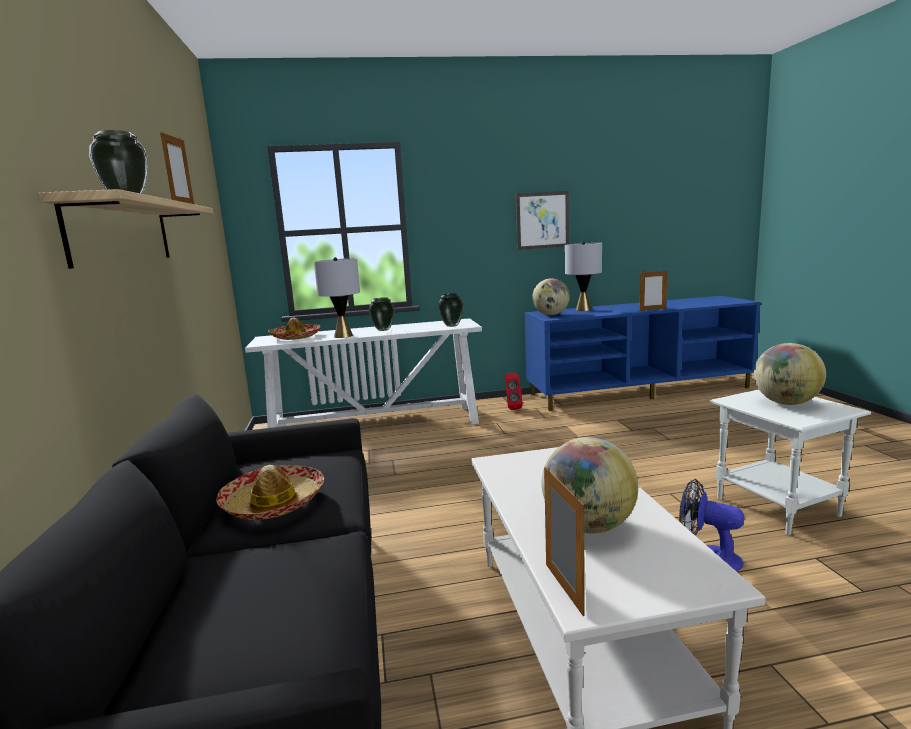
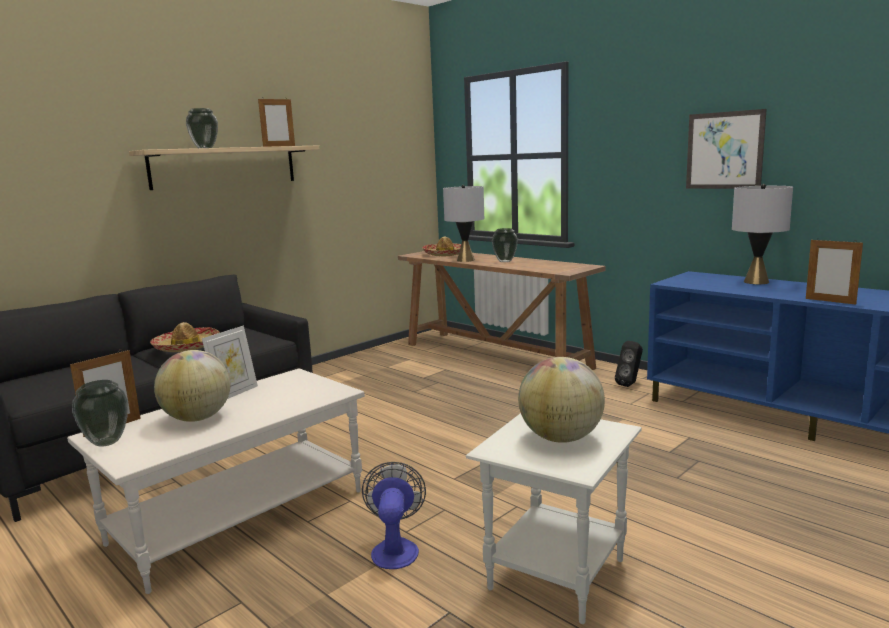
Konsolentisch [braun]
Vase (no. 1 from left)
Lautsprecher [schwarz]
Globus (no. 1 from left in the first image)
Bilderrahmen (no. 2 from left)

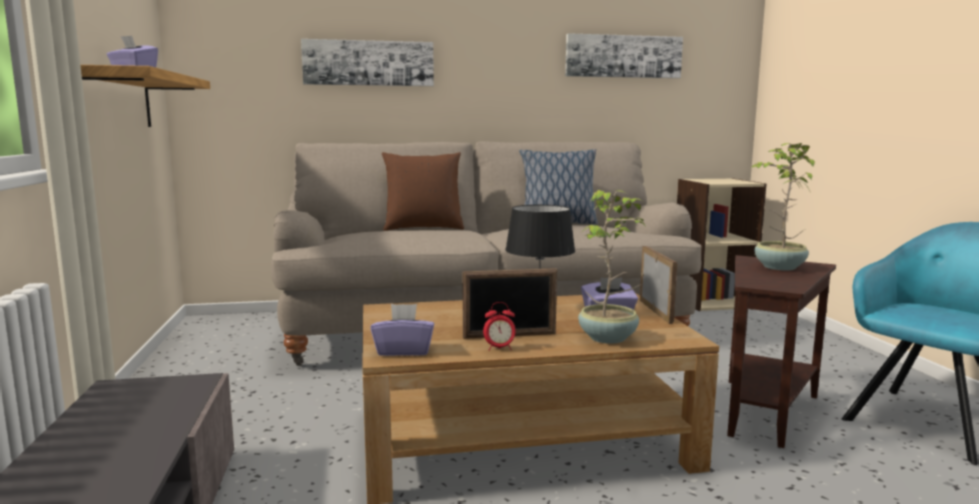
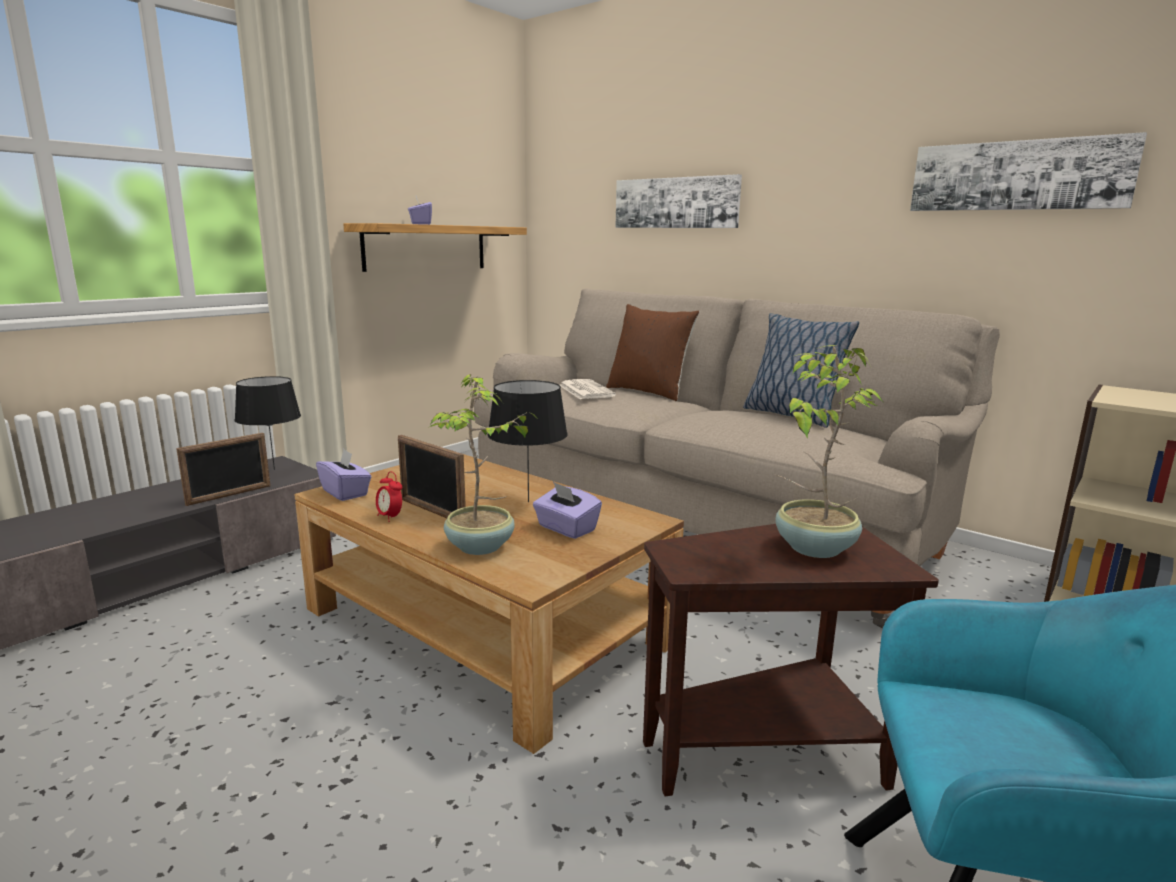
Bilderrahmen (no. 1 from left)
Tischlampe [schwarz] (no. 1 from left)
Zeitung

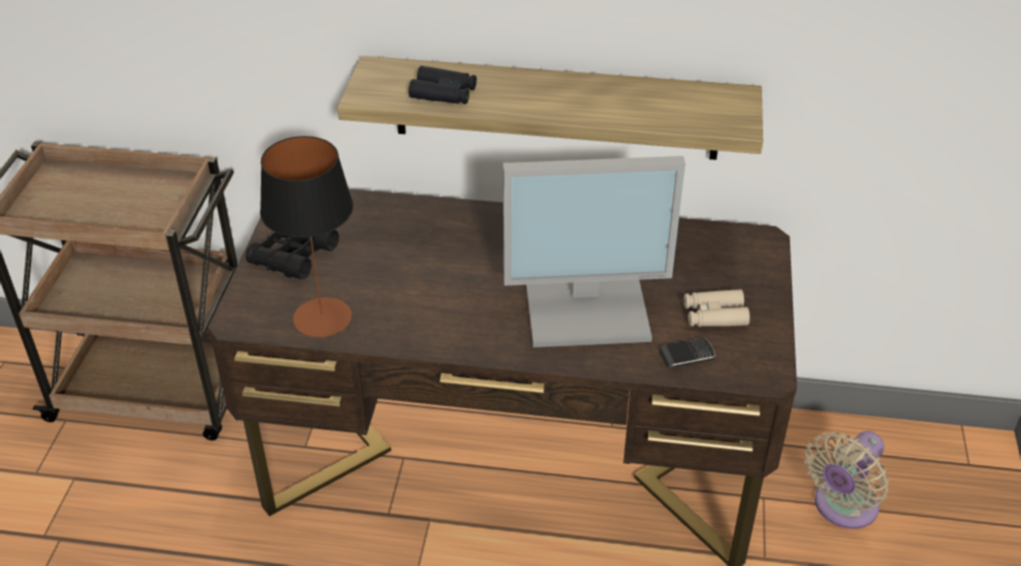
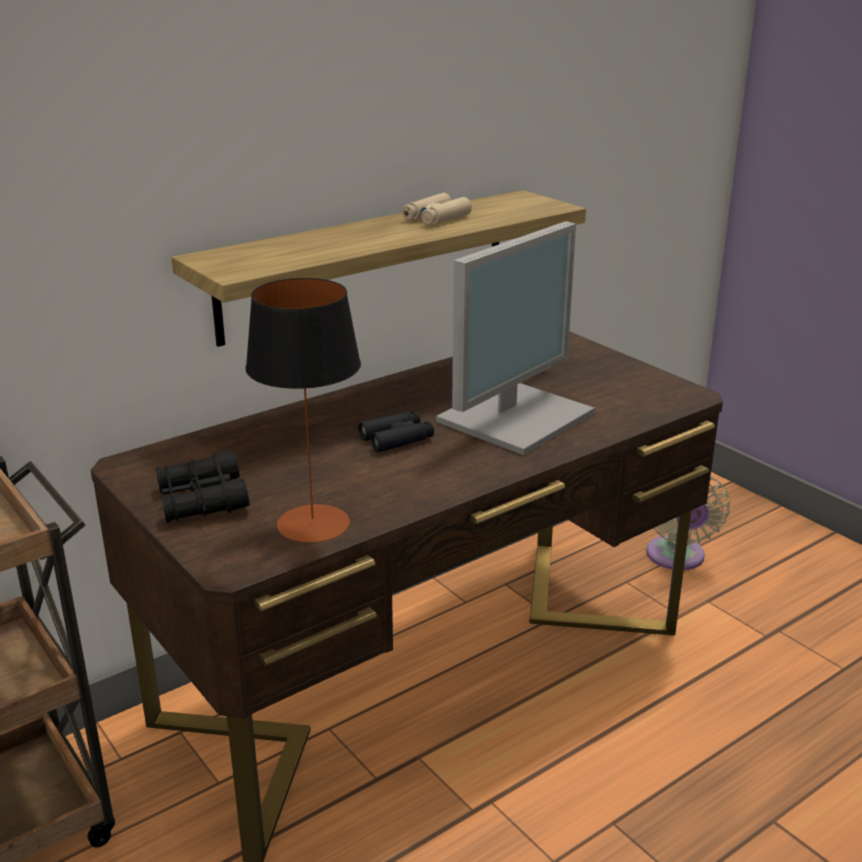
Fernglas [schwarz] (no. 2 from left)
Handy
Fernglas [beige]

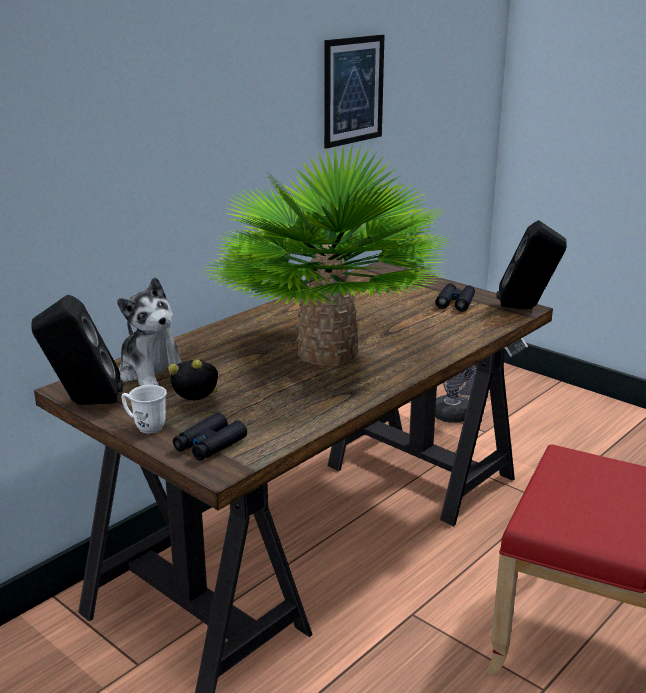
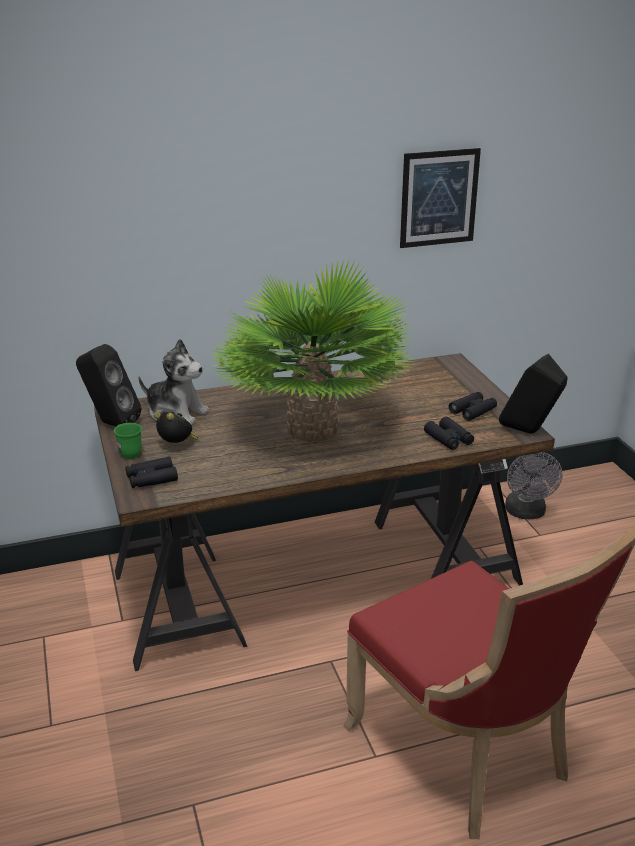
Plüschtier
Henkelbecher [grün]
Fernglas [schwarz] (no. 2 from left)

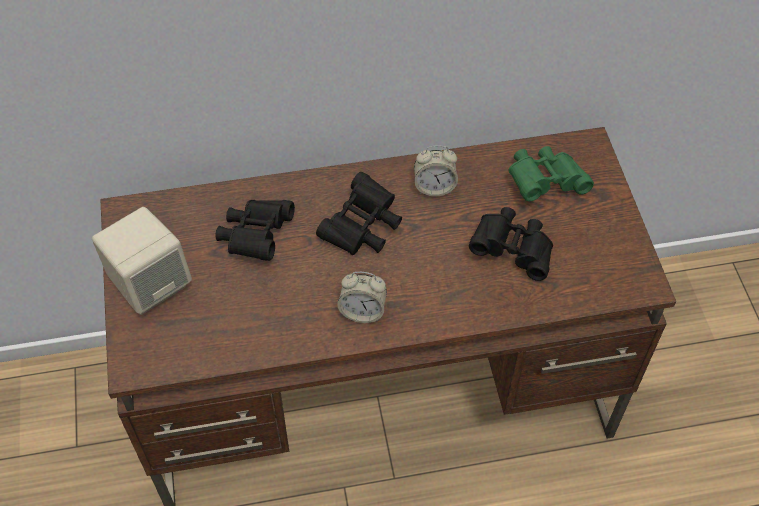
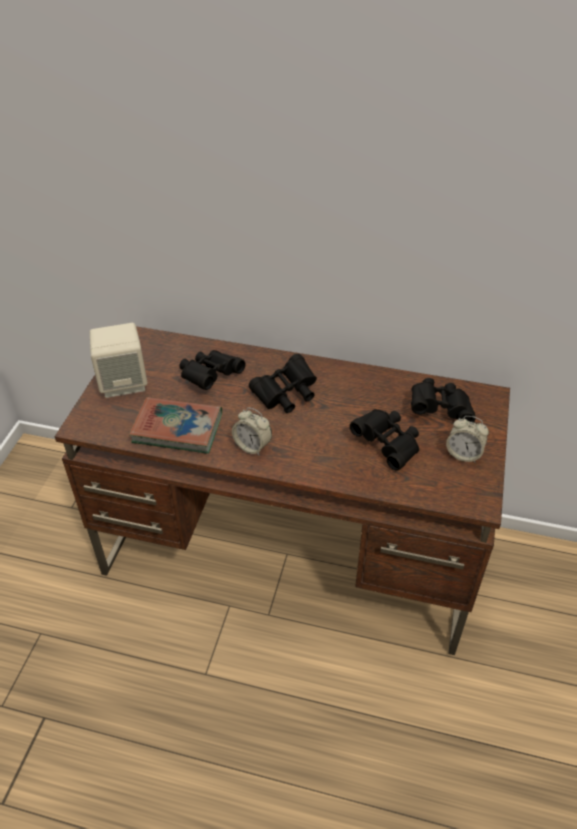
Wecker (no. 2 from left)
Fernglas [schwarz] (no. 4 from left)
Buch

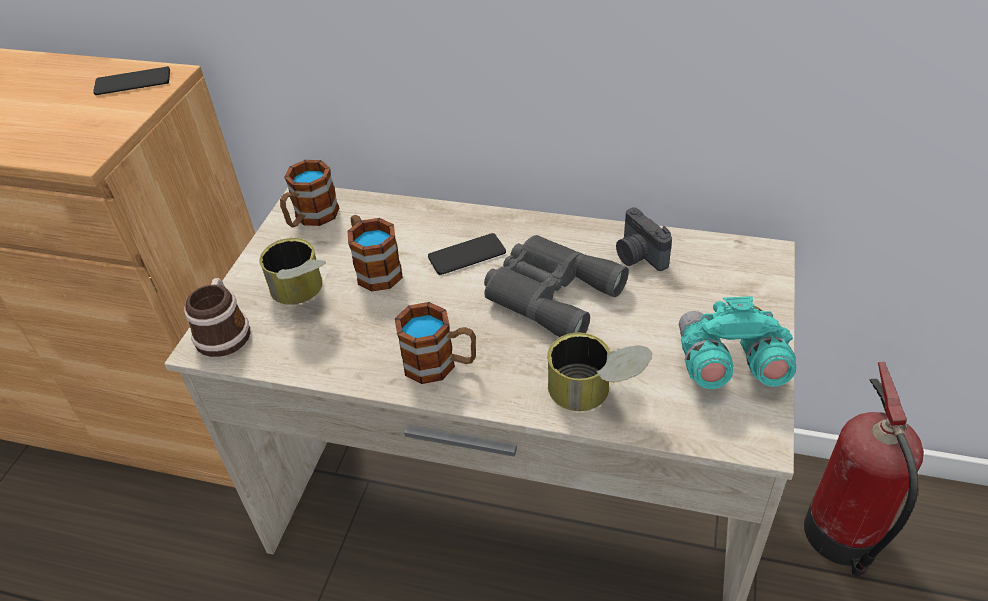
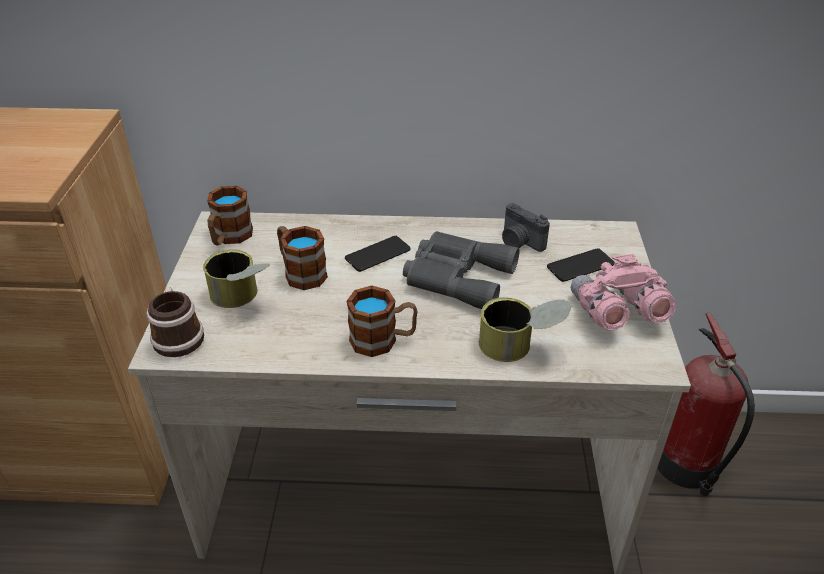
Handy (no. 2 from left)
Fernglas [rosa]

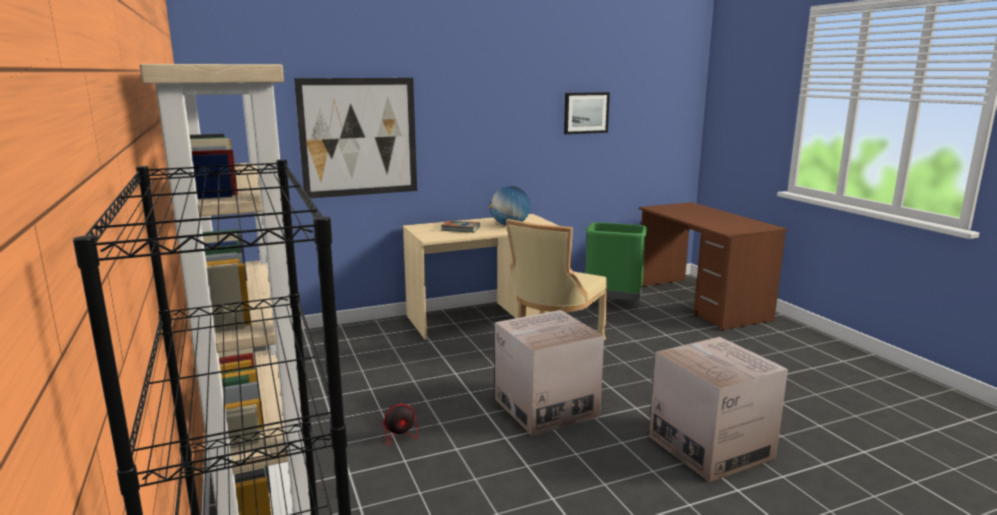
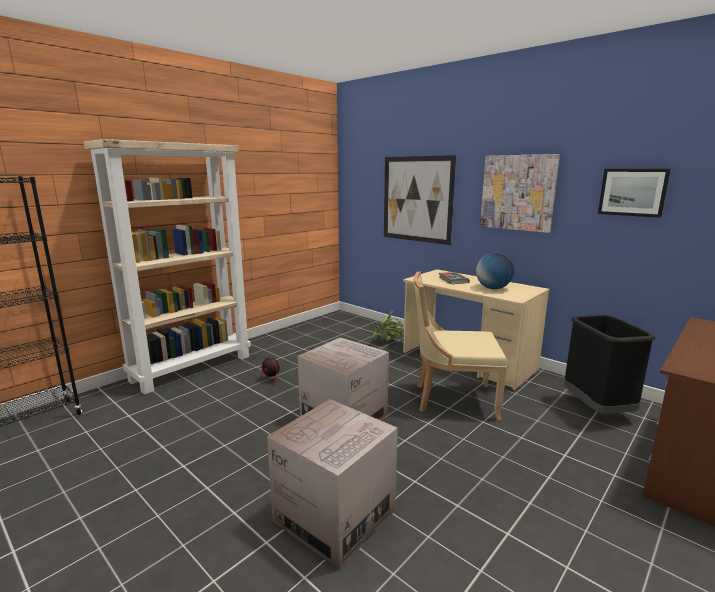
Mülleimer [schwarz]
Topfpflanze
Bild (no. 2 from left)

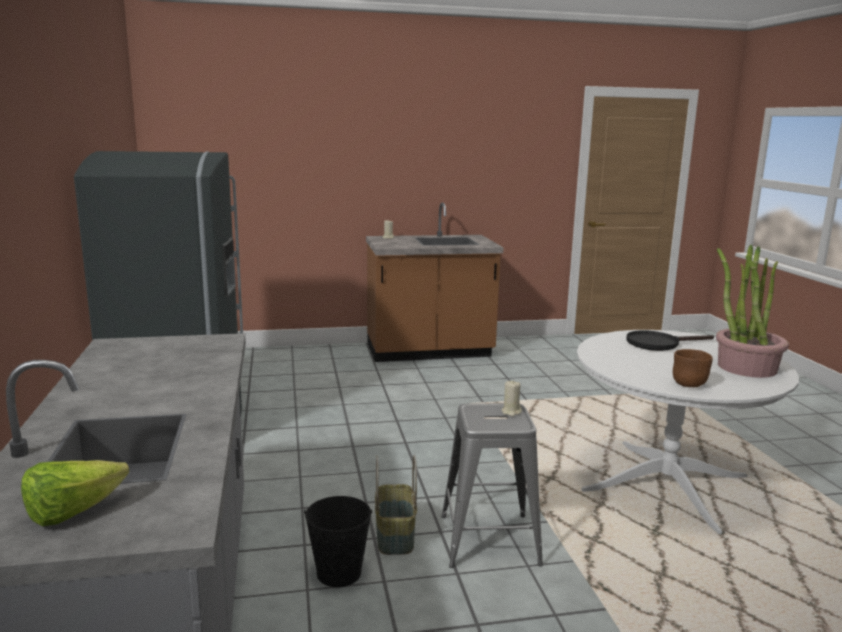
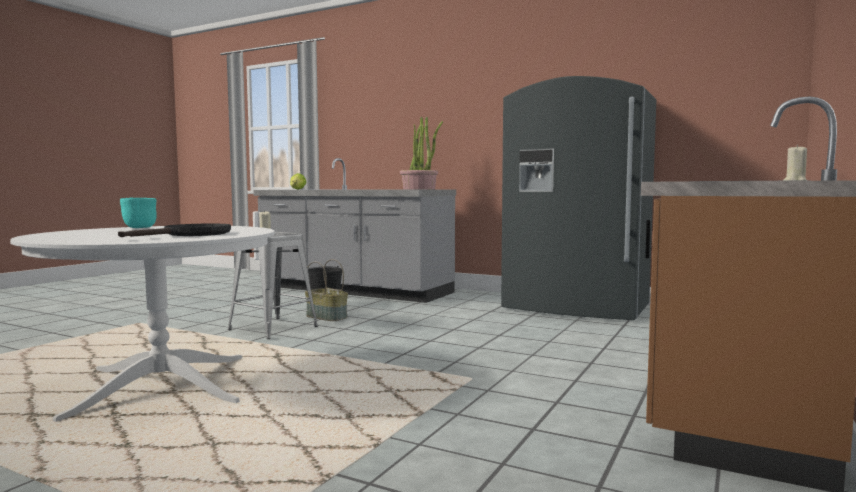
Schüssel [türkis]
Topfpflanze

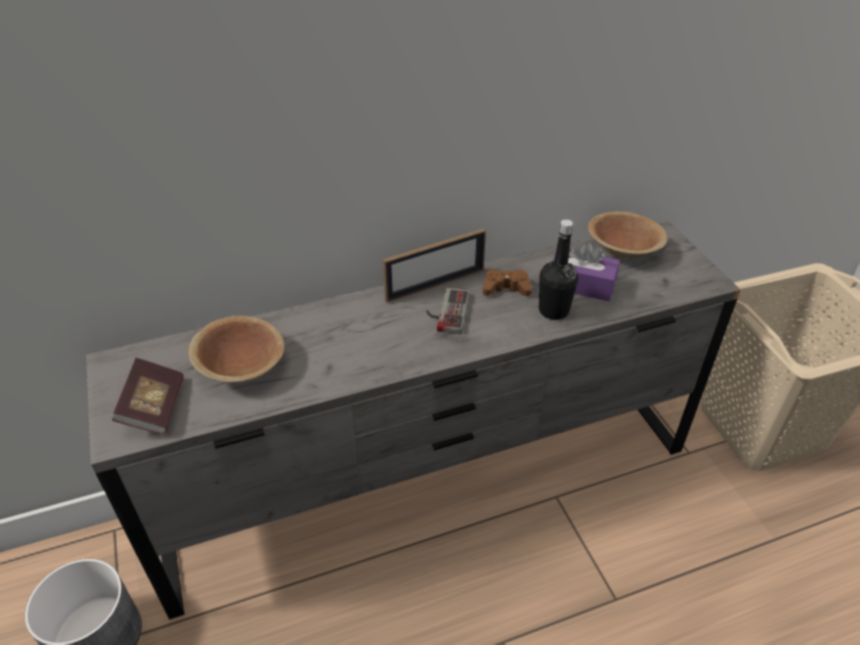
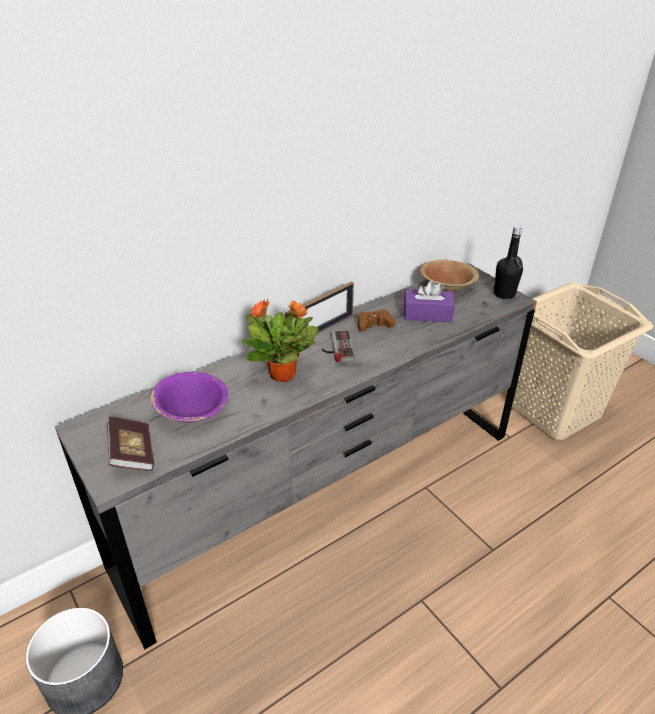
Schüssel [lila]
Flasche [schwarz]
Topfpflanze

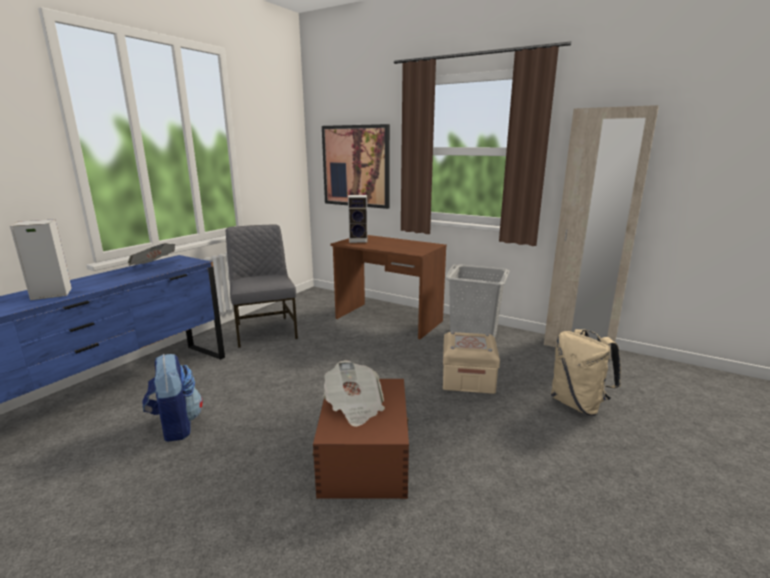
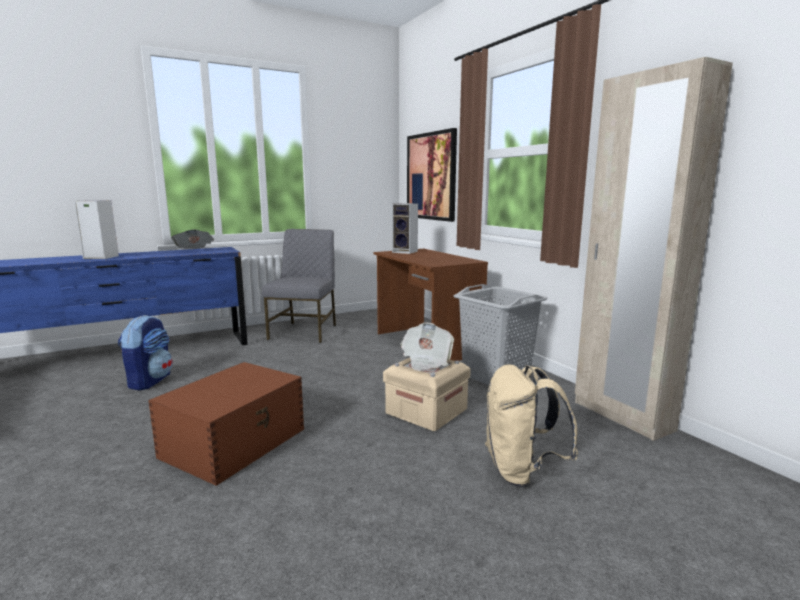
Zeitung (no. 2 from left)

